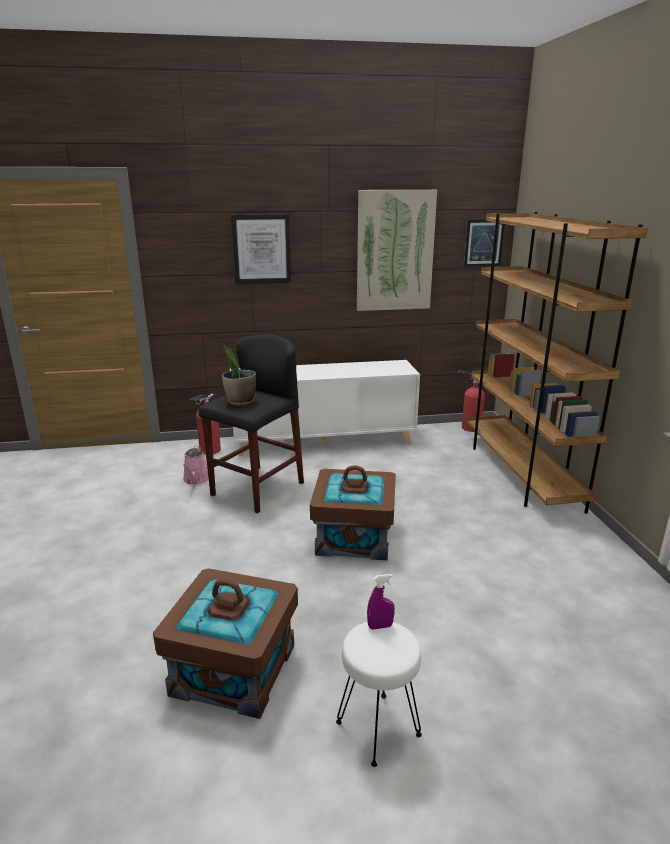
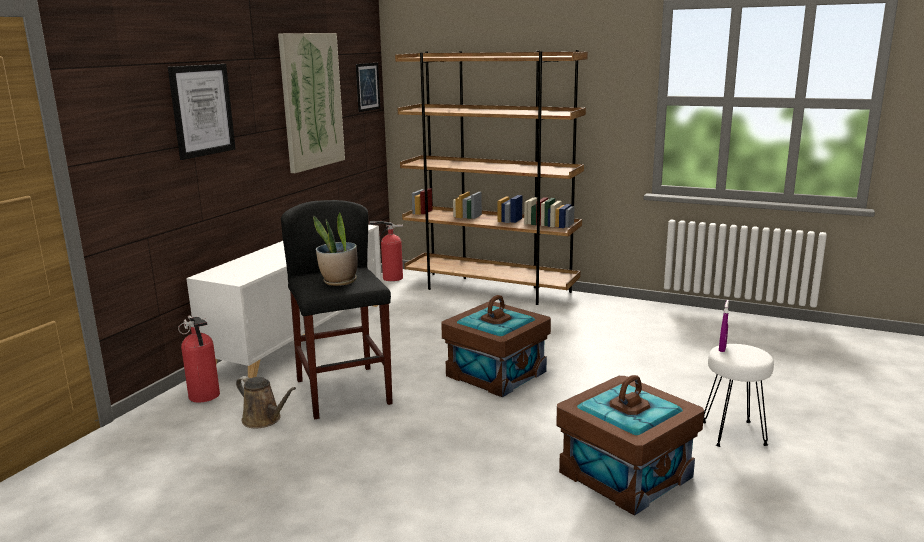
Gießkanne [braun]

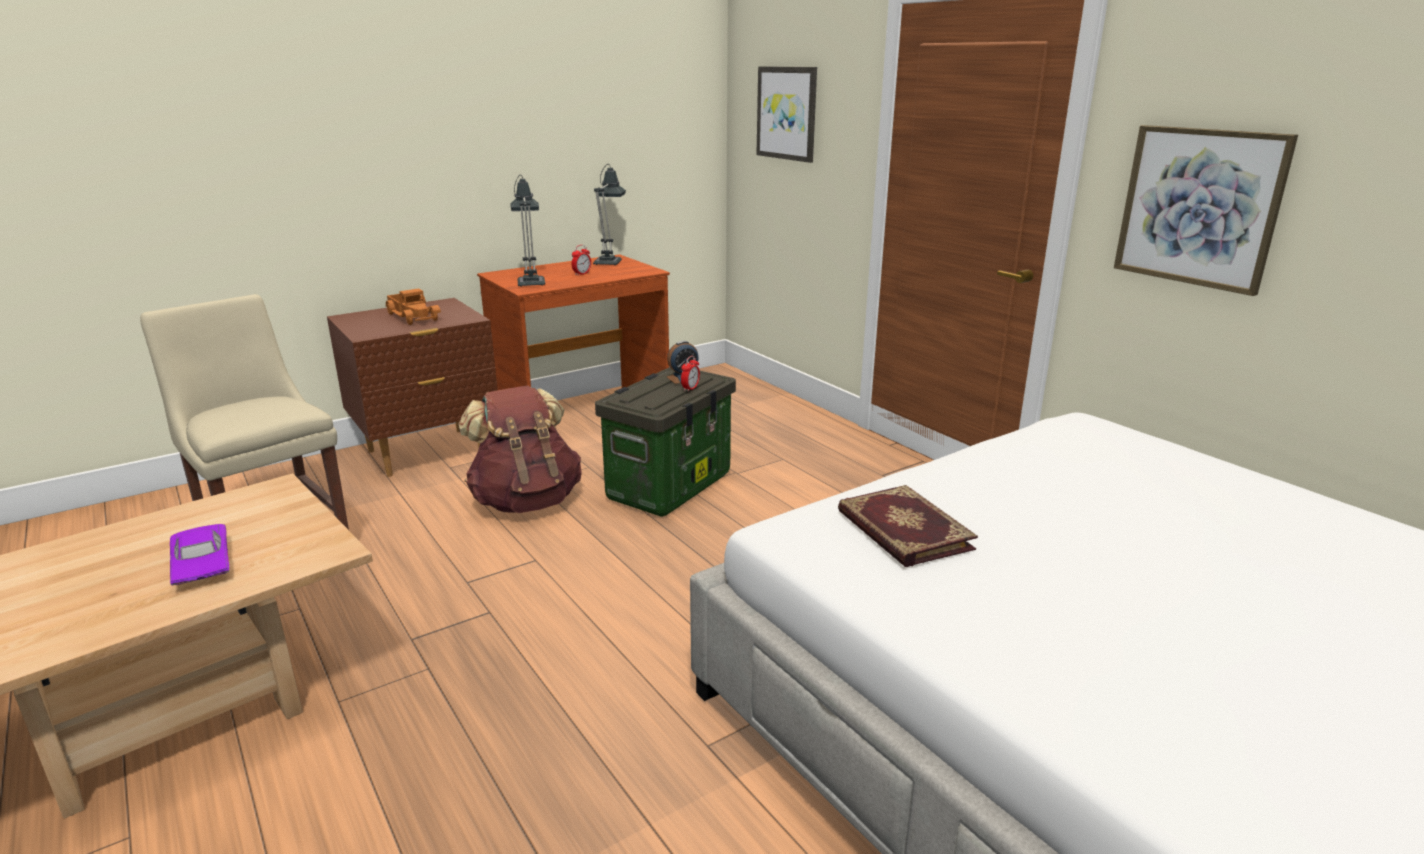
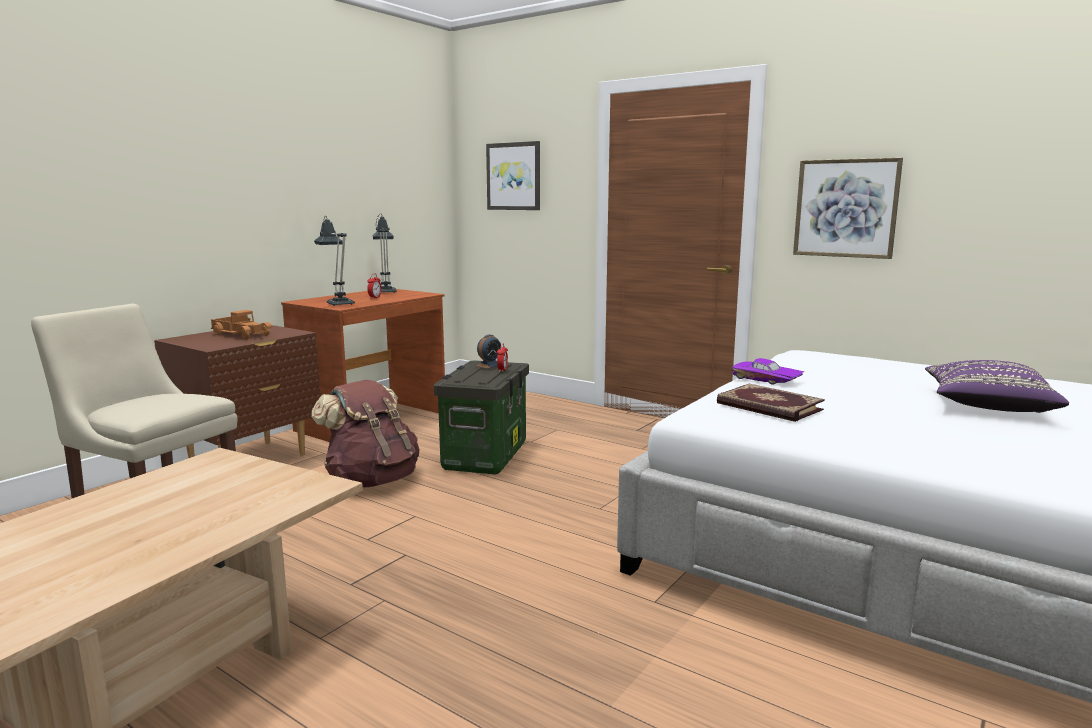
Spielzeugauto [lila]
Kissen [lila]

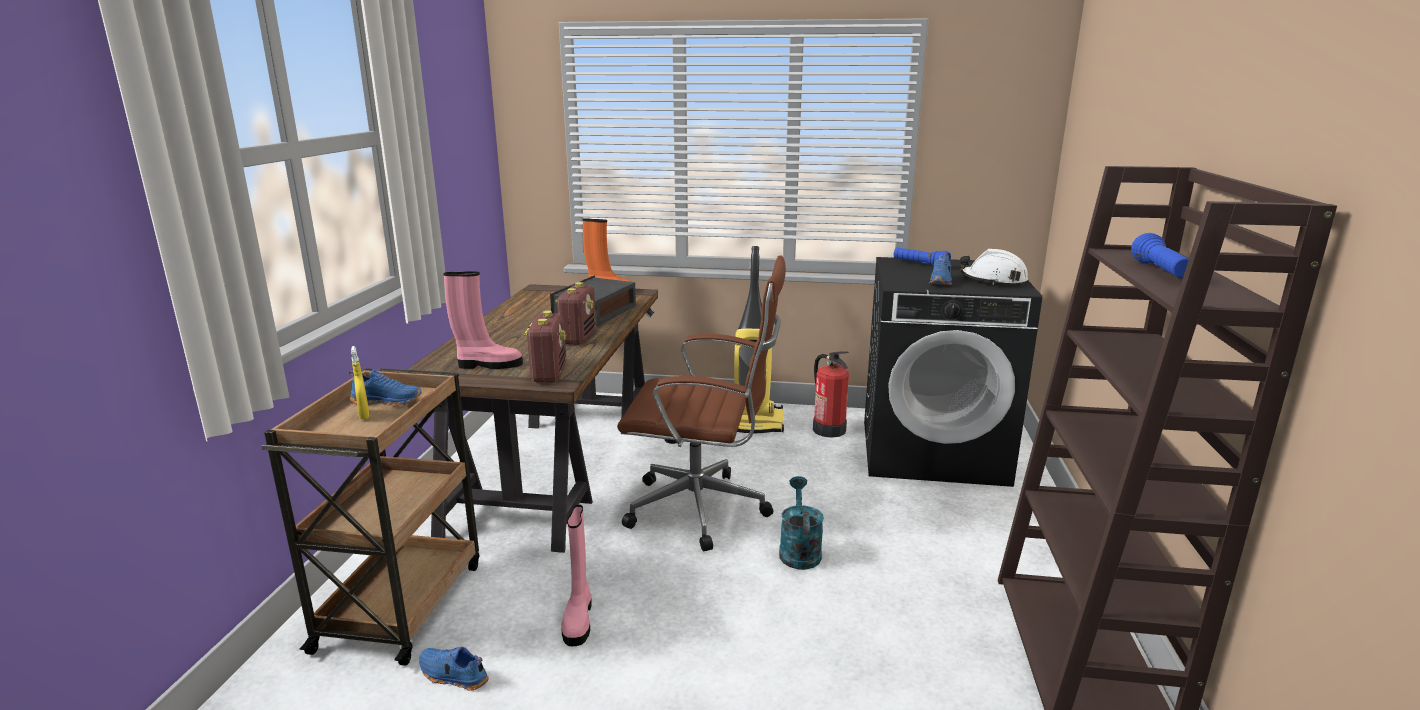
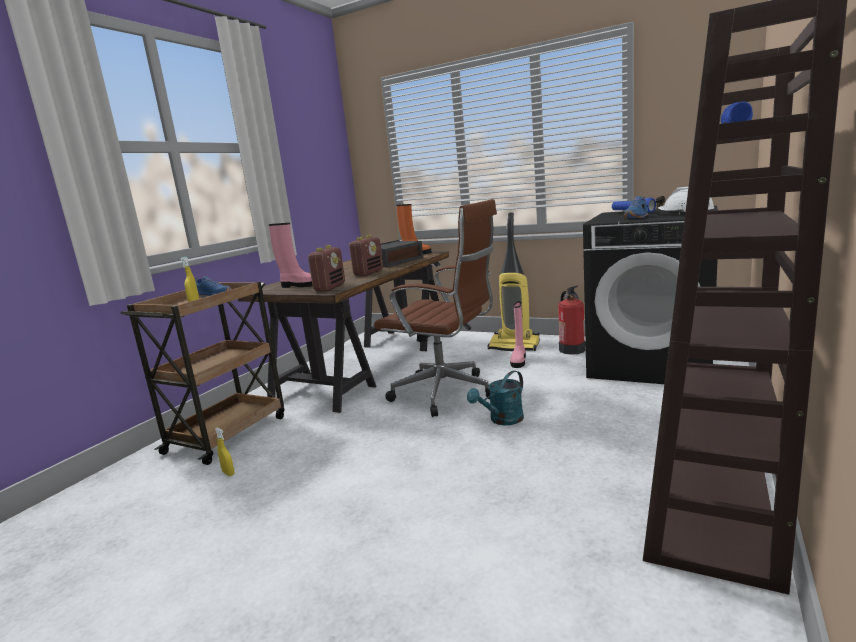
Sprühflasche [gelb] (no. 2 from left)
Stiefel [rosa] (no. 2 from left)
Gießkanne [türkis]

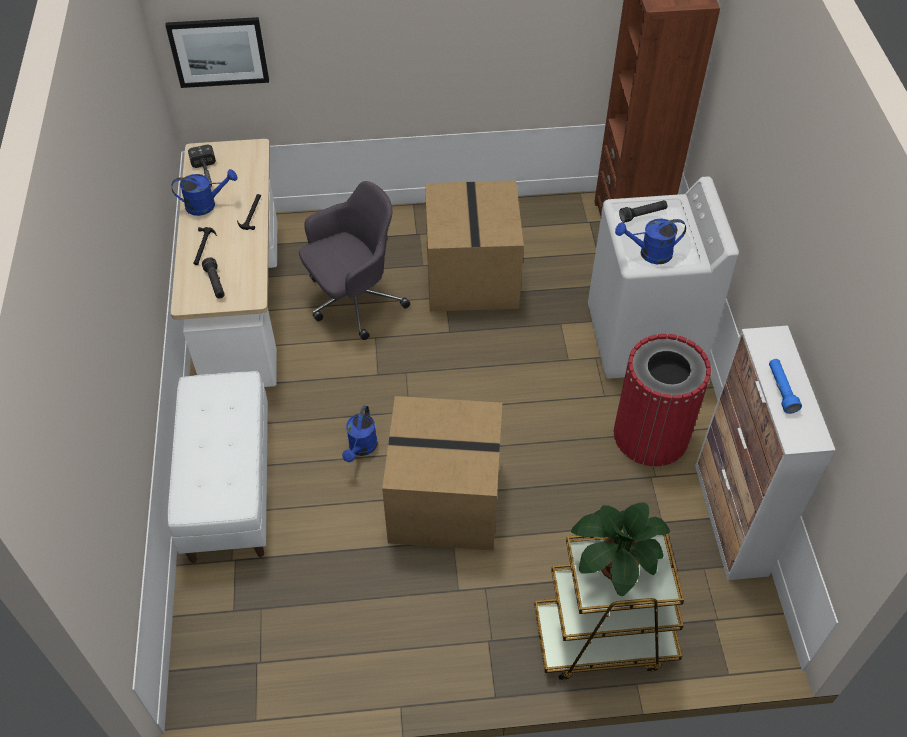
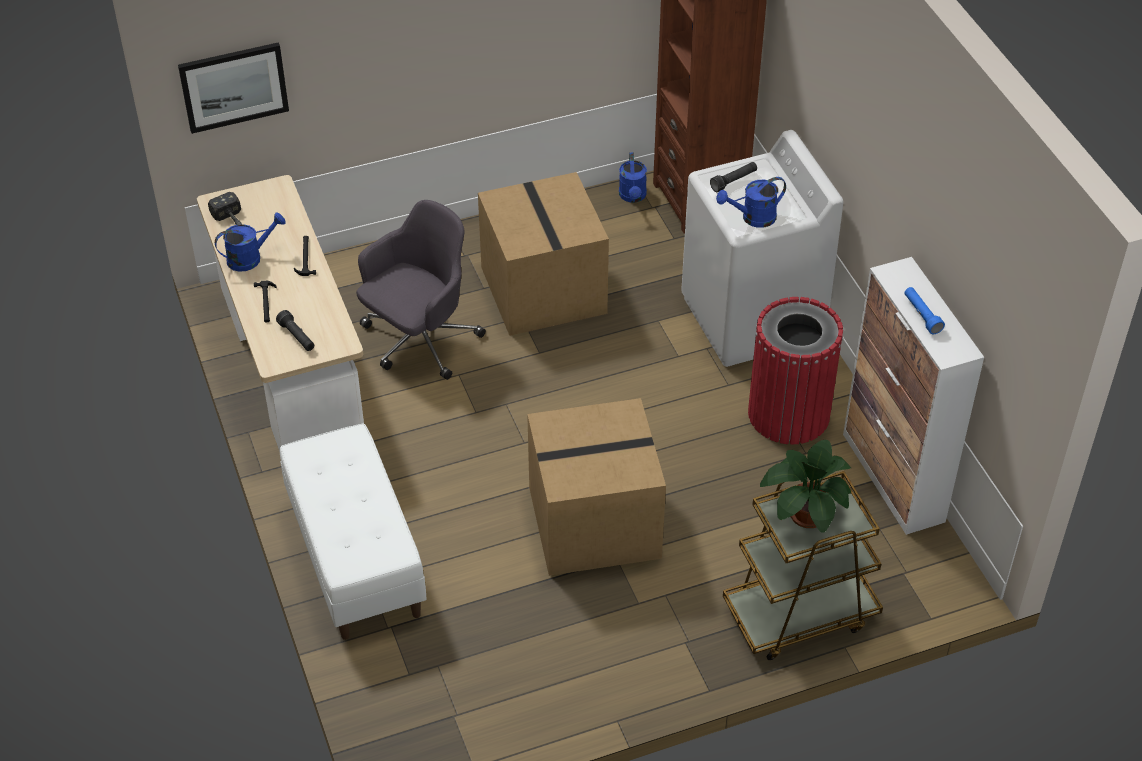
Gießkanne [blau] (no. 2 from left)

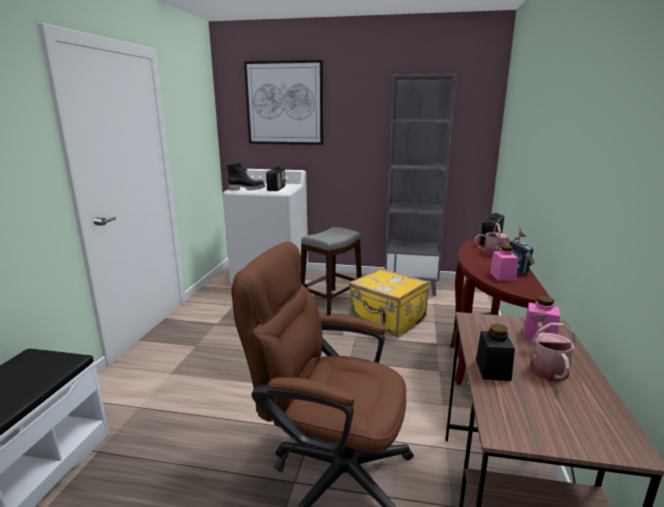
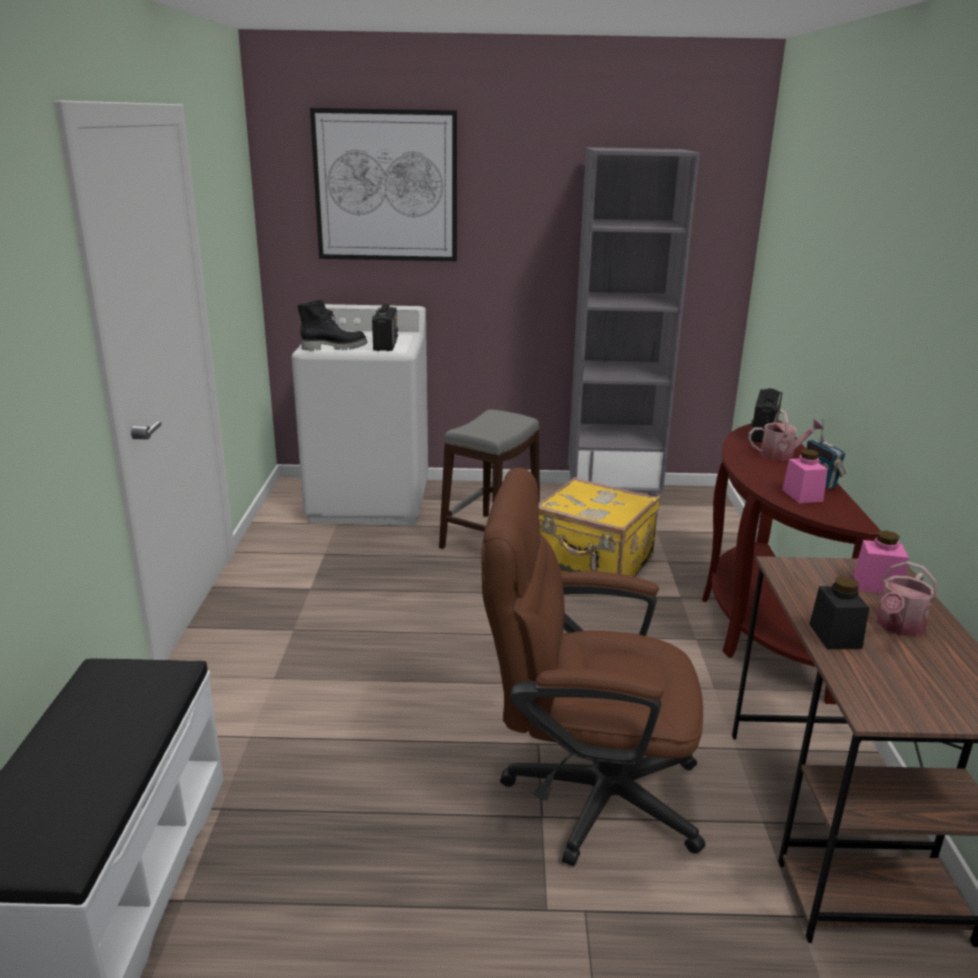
Gießkanne (no. 2 from left)

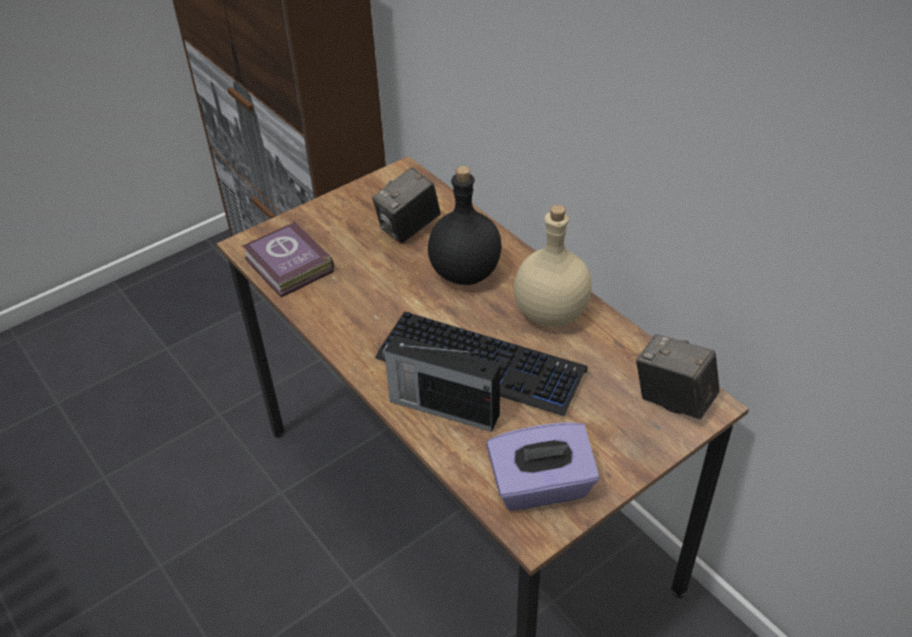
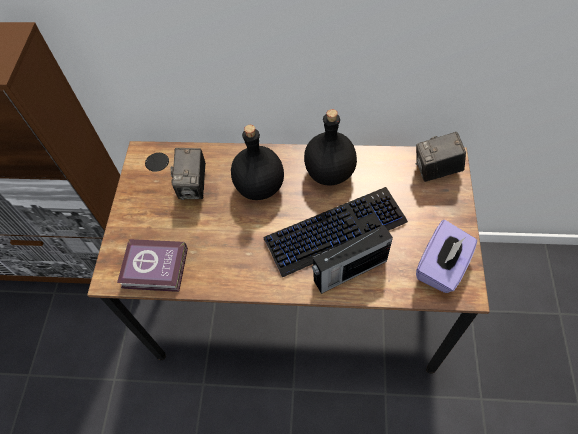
Flasche [schwarz] (no. 2 from left)

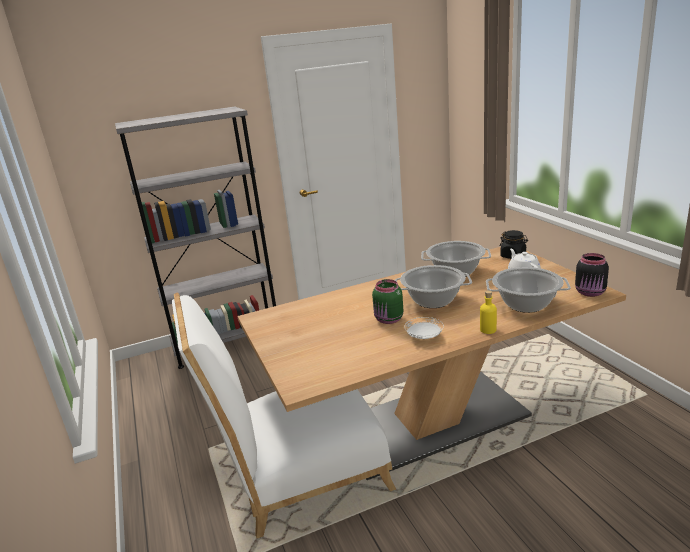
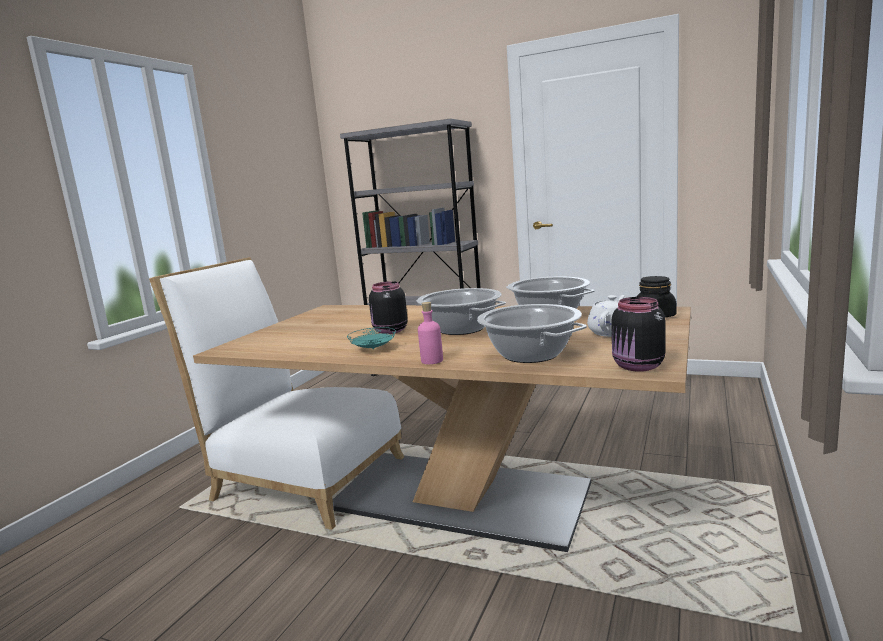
Vorratsglas [schwarz] (no. 1 from left)
Teller [türkis]
Flasche [rosa]

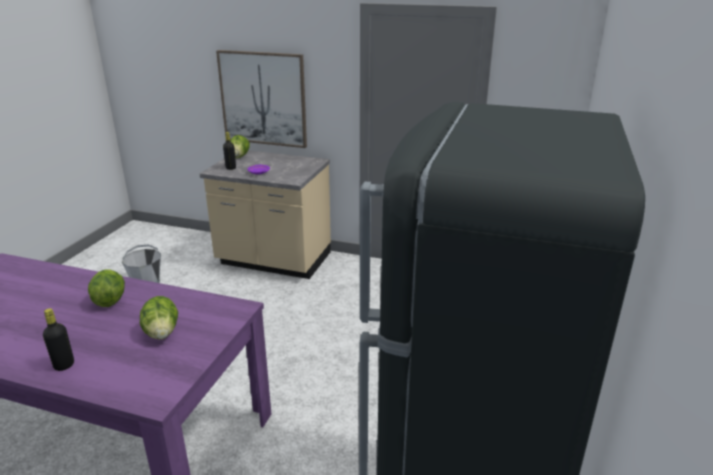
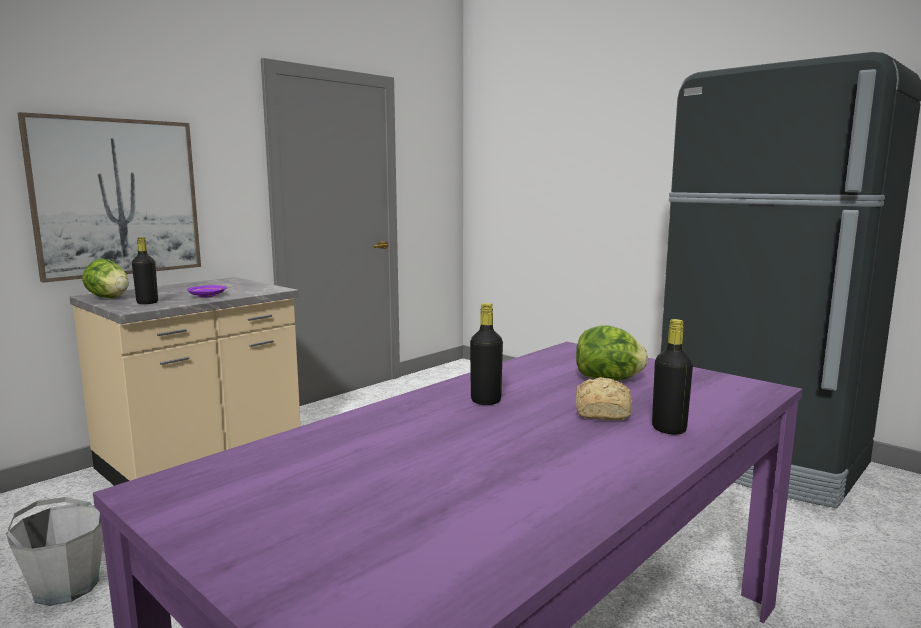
Flasche [schwarz] (no. 2 from left)
Brot

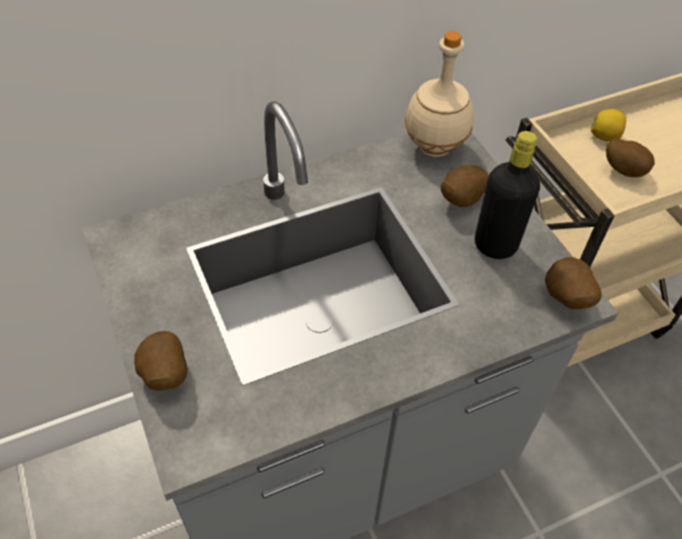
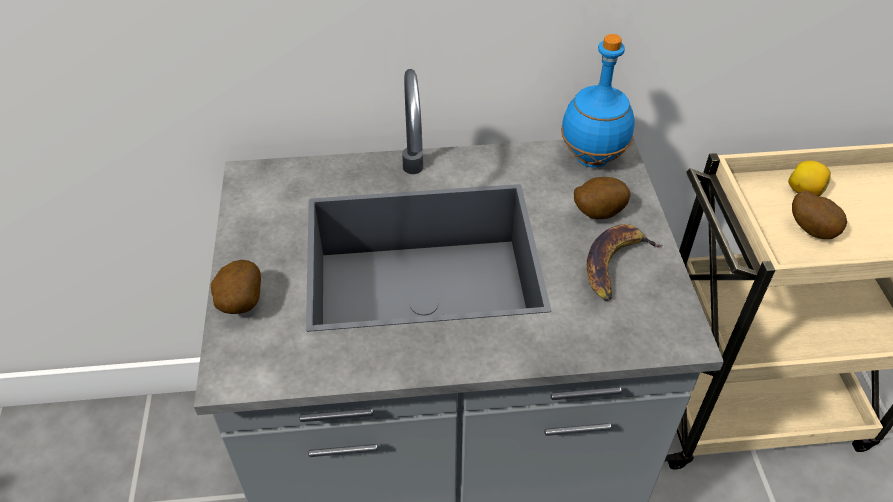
Flasche [blau]
Banane
Kartoffel (no. 3 from left in the first image)

